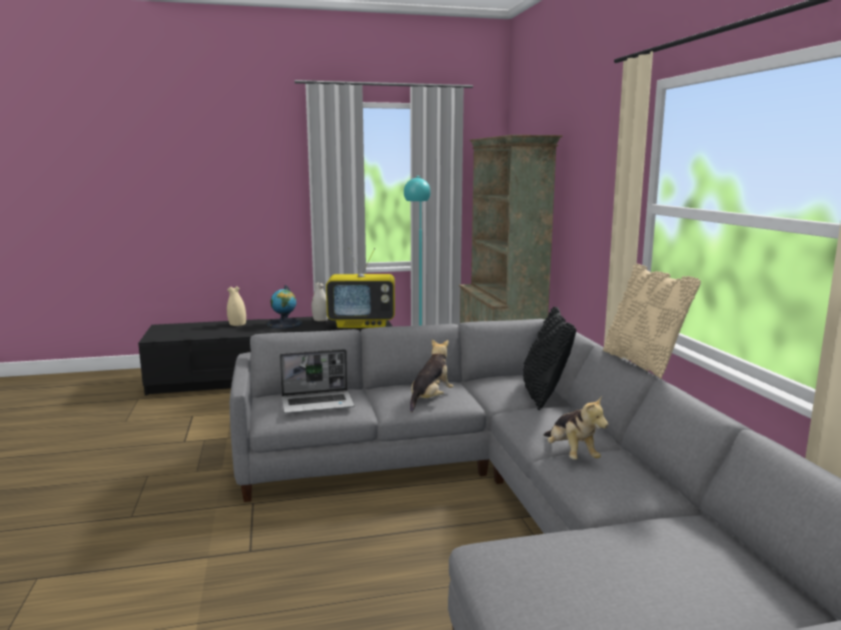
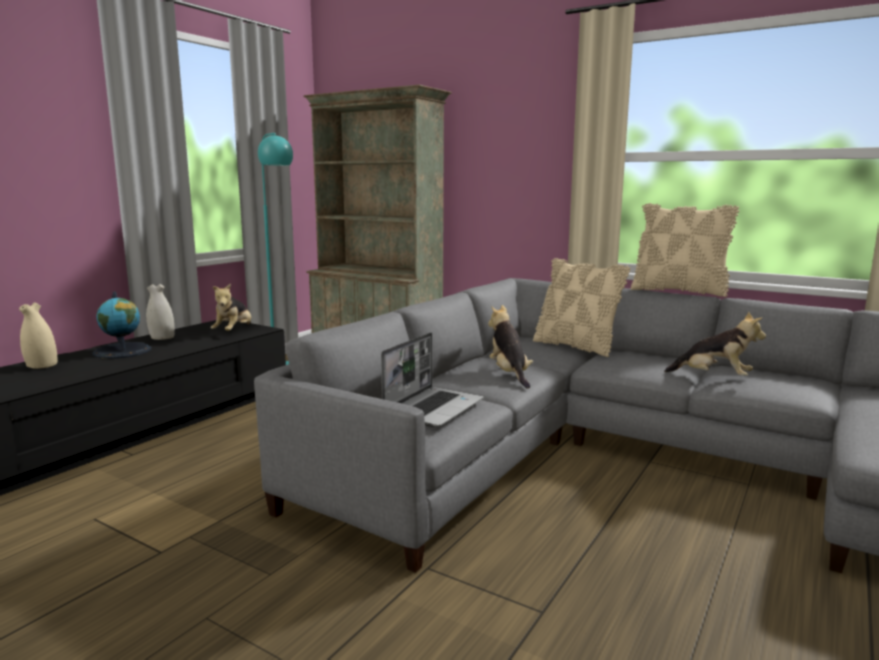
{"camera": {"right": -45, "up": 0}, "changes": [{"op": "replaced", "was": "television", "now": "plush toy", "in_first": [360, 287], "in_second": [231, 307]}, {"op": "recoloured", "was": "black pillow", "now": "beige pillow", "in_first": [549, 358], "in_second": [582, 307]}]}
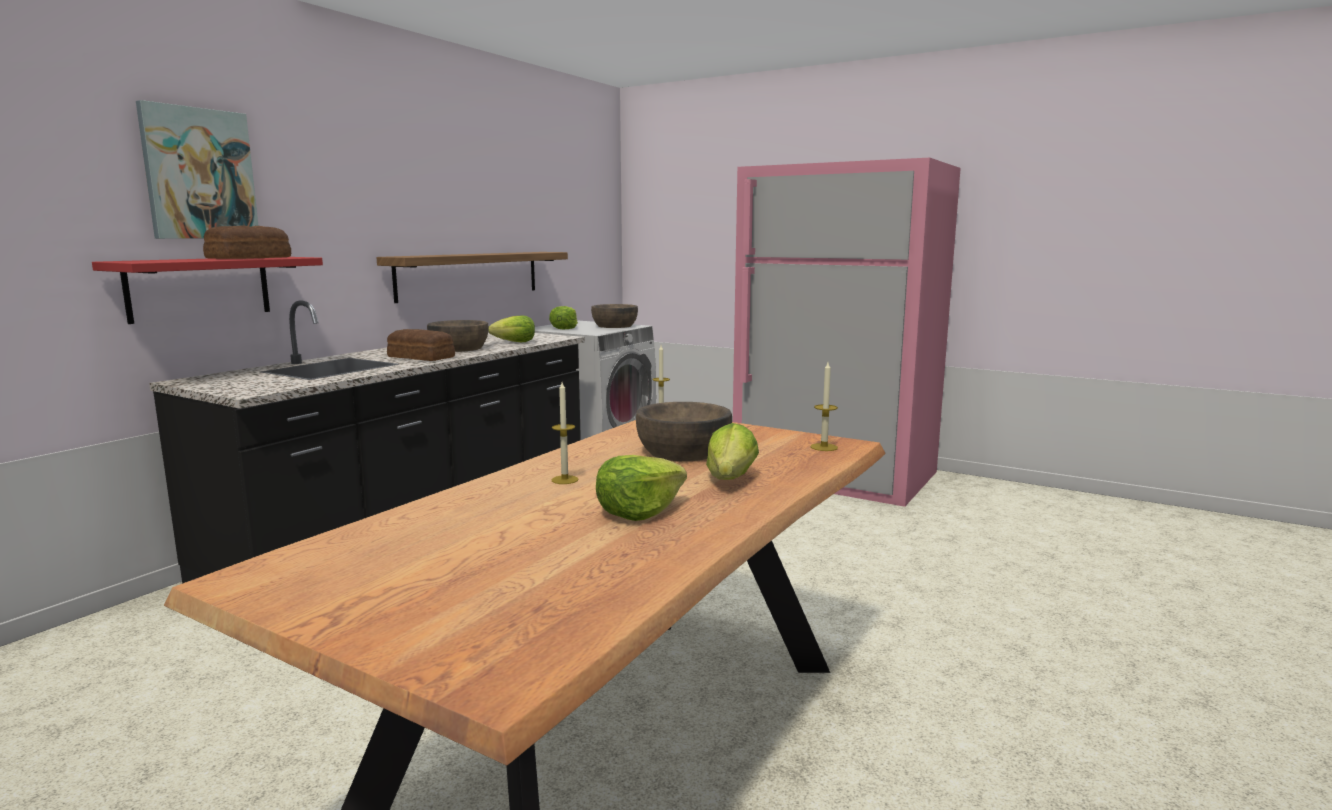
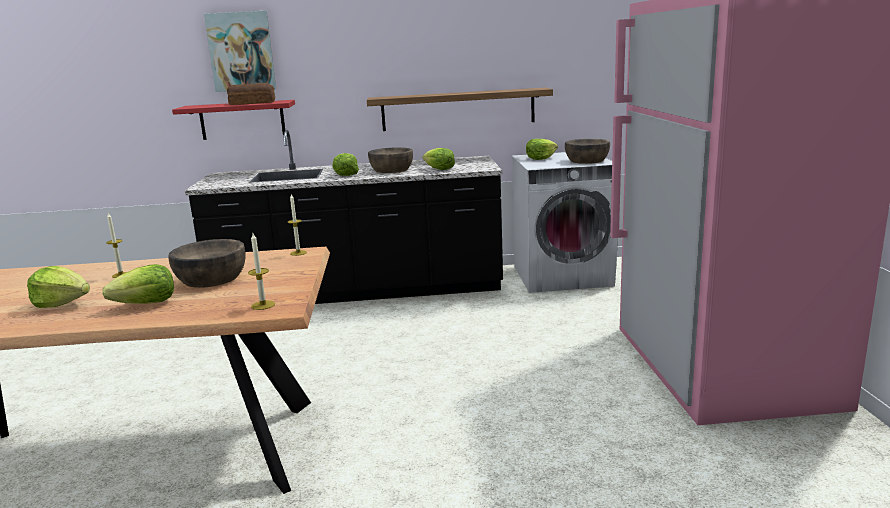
{"camera": {"right": 55, "up": 5}, "changes": [{"op": "replaced", "was": "bread", "now": "lettuce", "in_first": [421, 345], "in_second": [345, 164]}]}
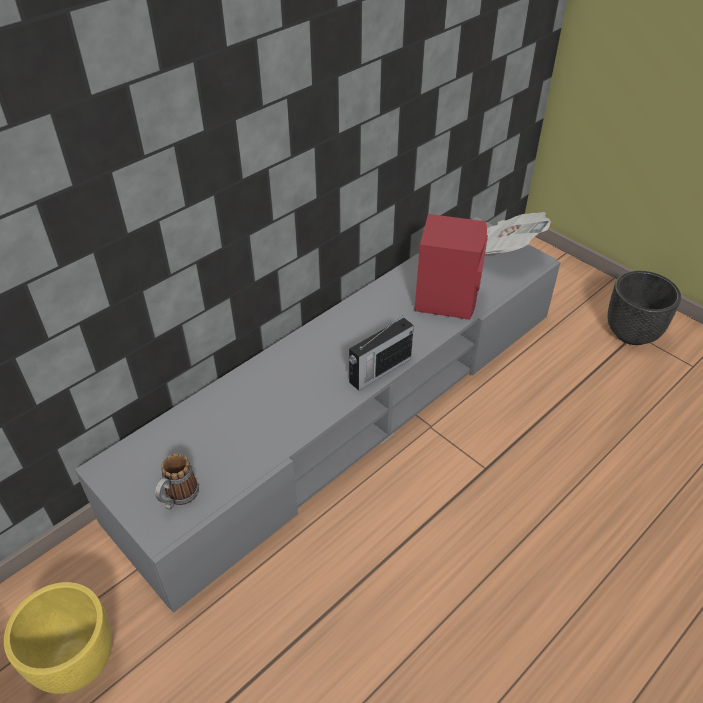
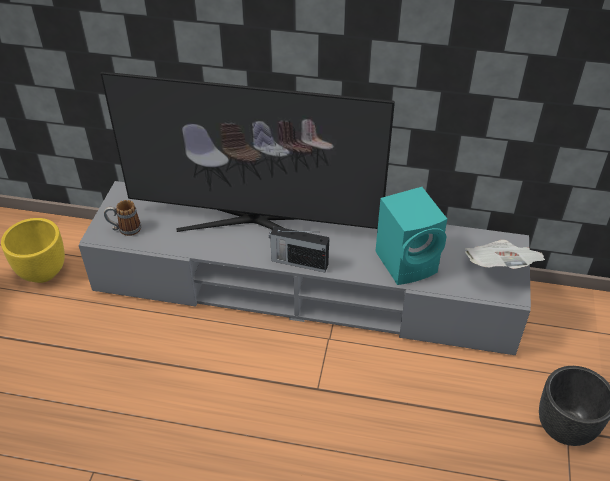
{"camera": {"right": 55, "up": 0}, "changes": [{"op": "recoloured", "was": "red speaker", "now": "turquoise speaker", "in_first": [451, 267], "in_second": [411, 236]}, {"op": "added", "now": "television", "in_second": [247, 152]}]}
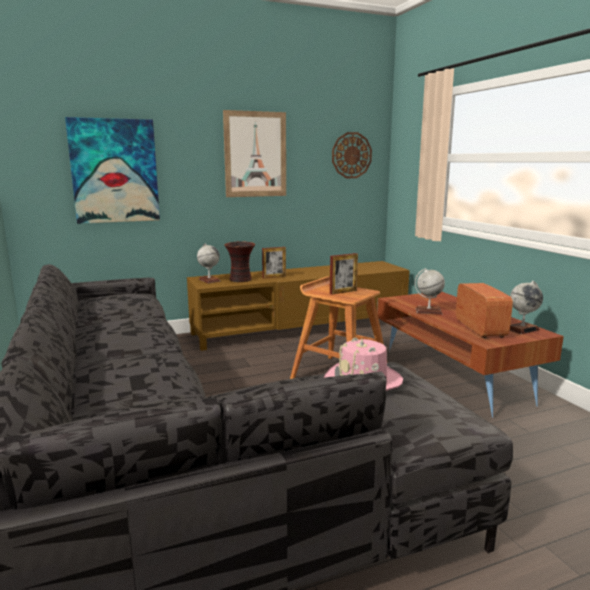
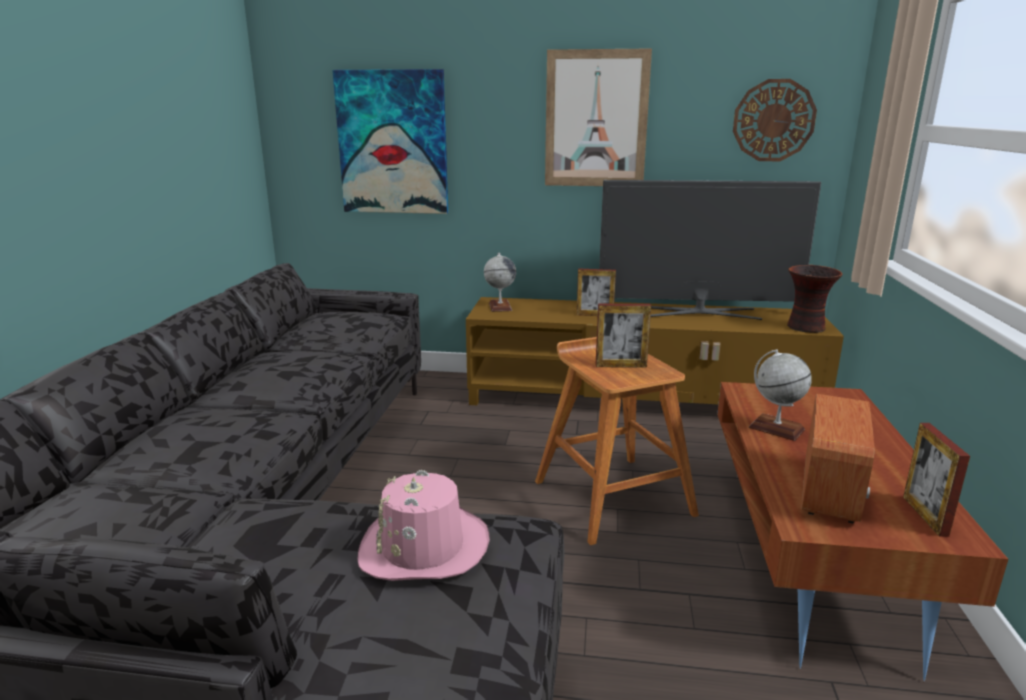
{"camera": {"right": 30, "up": 5}, "changes": [{"op": "moved", "was": "vase", "in_first": [239, 261], "in_second": [815, 299]}, {"op": "replaced", "was": "globe", "now": "picture frame", "in_first": [526, 307], "in_second": [936, 480]}, {"op": "added", "now": "television", "in_second": [710, 250]}]}
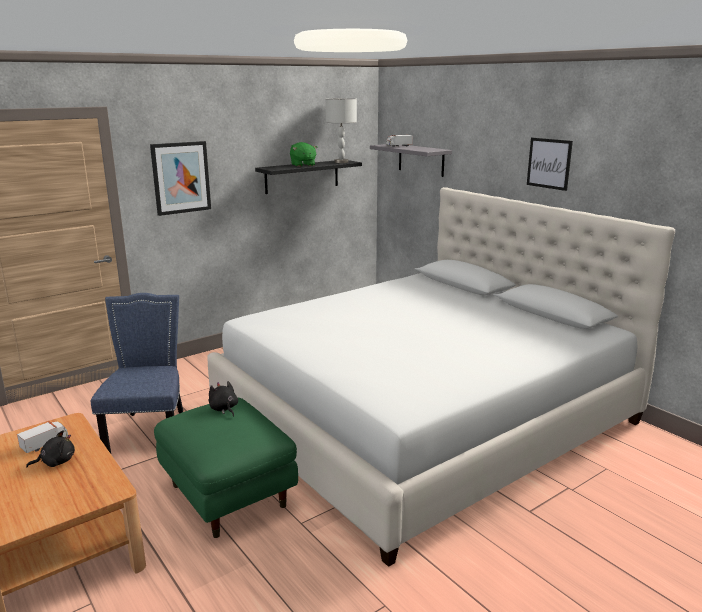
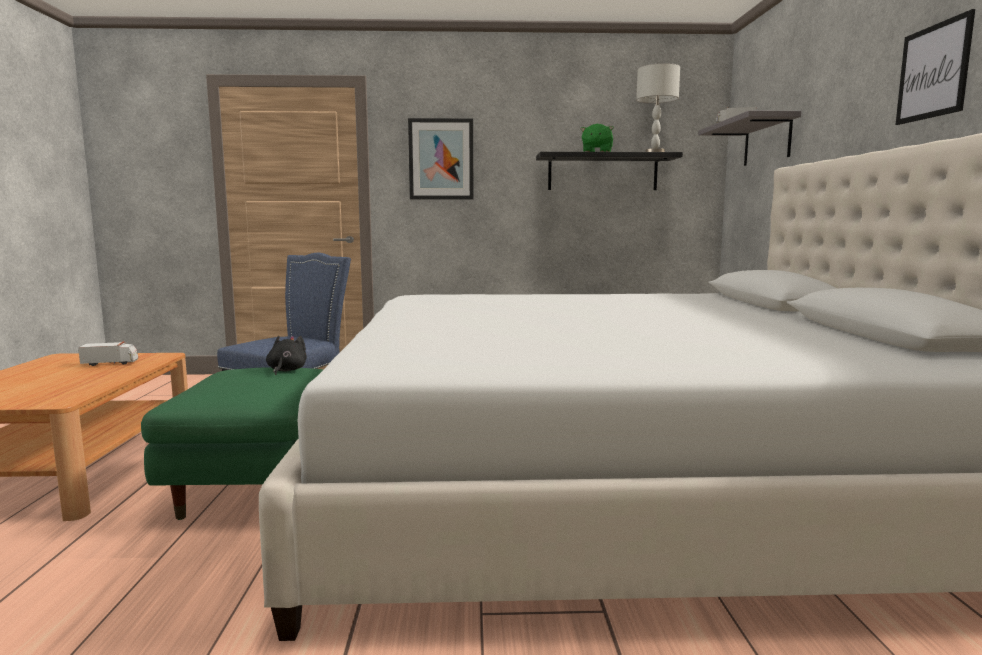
{"camera": {"right": 35, "up": -10}, "changes": [{"op": "removed", "was": "black plush toy", "in_first": [50, 448]}]}
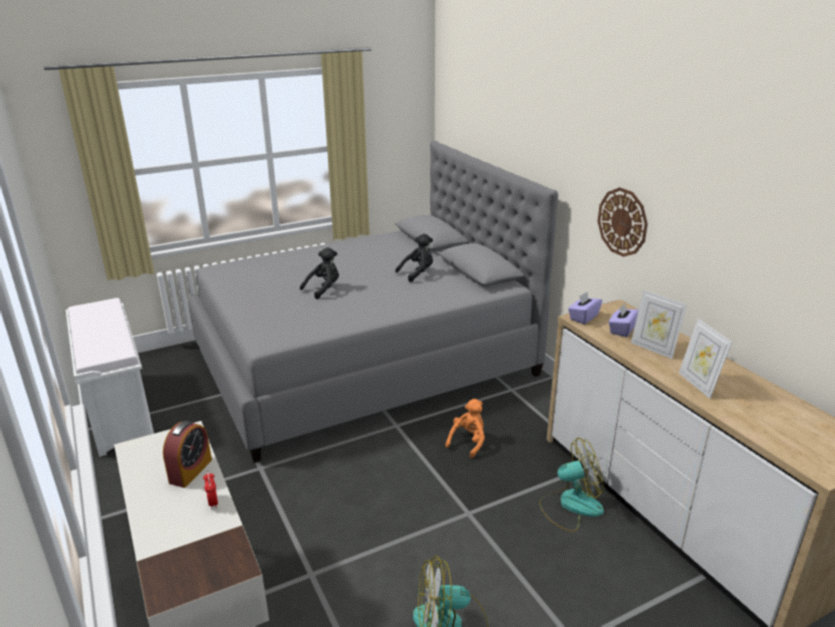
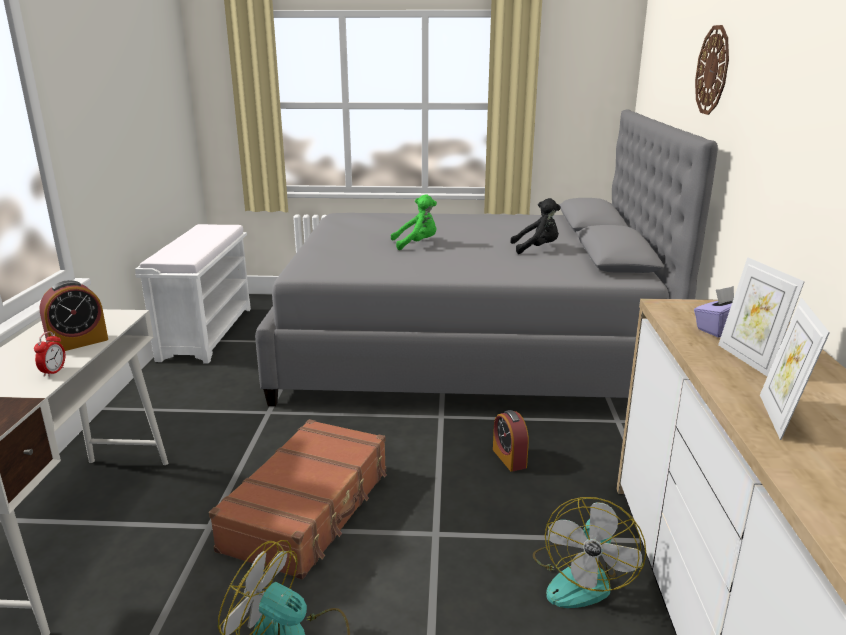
{"camera": {"right": 30, "up": -5}, "changes": [{"op": "moved", "was": "wall clock", "in_first": [623, 222], "in_second": [712, 70]}, {"op": "recoloured", "was": "black plush toy", "now": "green plush toy", "in_first": [319, 273], "in_second": [414, 222]}, {"op": "removed", "was": "purple tissue box", "in_first": [585, 308]}, {"op": "replaced", "was": "orange plush toy", "now": "alarm clock", "in_first": [465, 428], "in_second": [511, 441]}, {"op": "turned", "was": "fan", "in_first": [571, 485], "in_second": [589, 552], "clockwise": 90}, {"op": "added", "now": "brown suitcase", "in_second": [298, 499]}]}
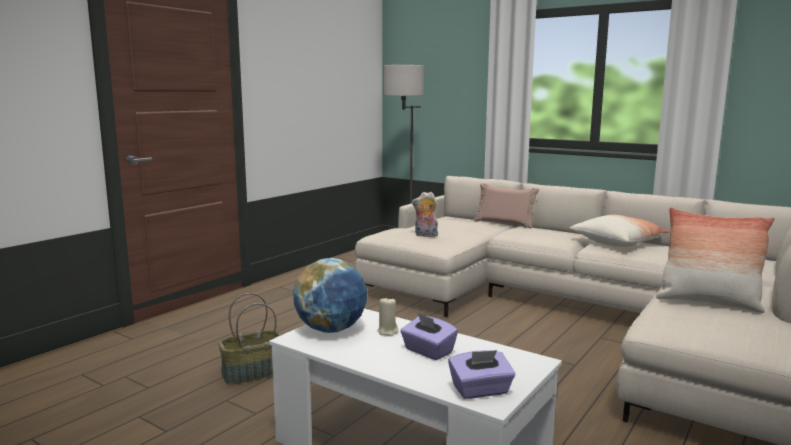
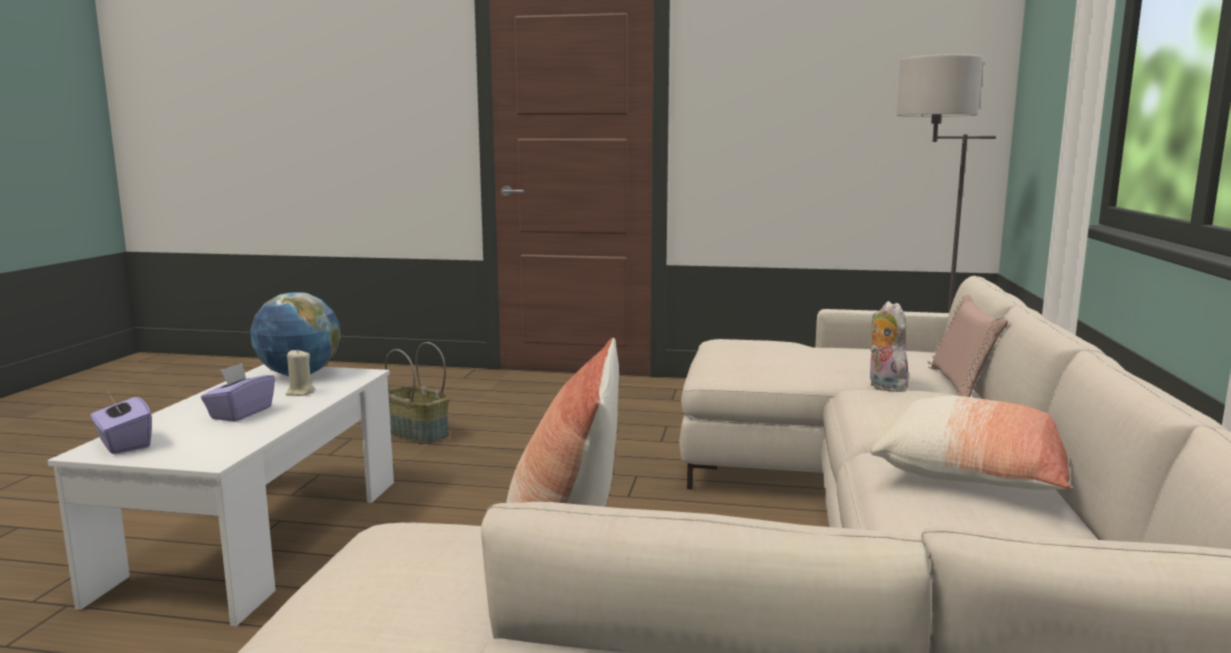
{"camera": {"right": 65, "up": 0}, "changes": [{"op": "moved", "was": "plush toy", "in_first": [425, 214], "in_second": [890, 346]}]}
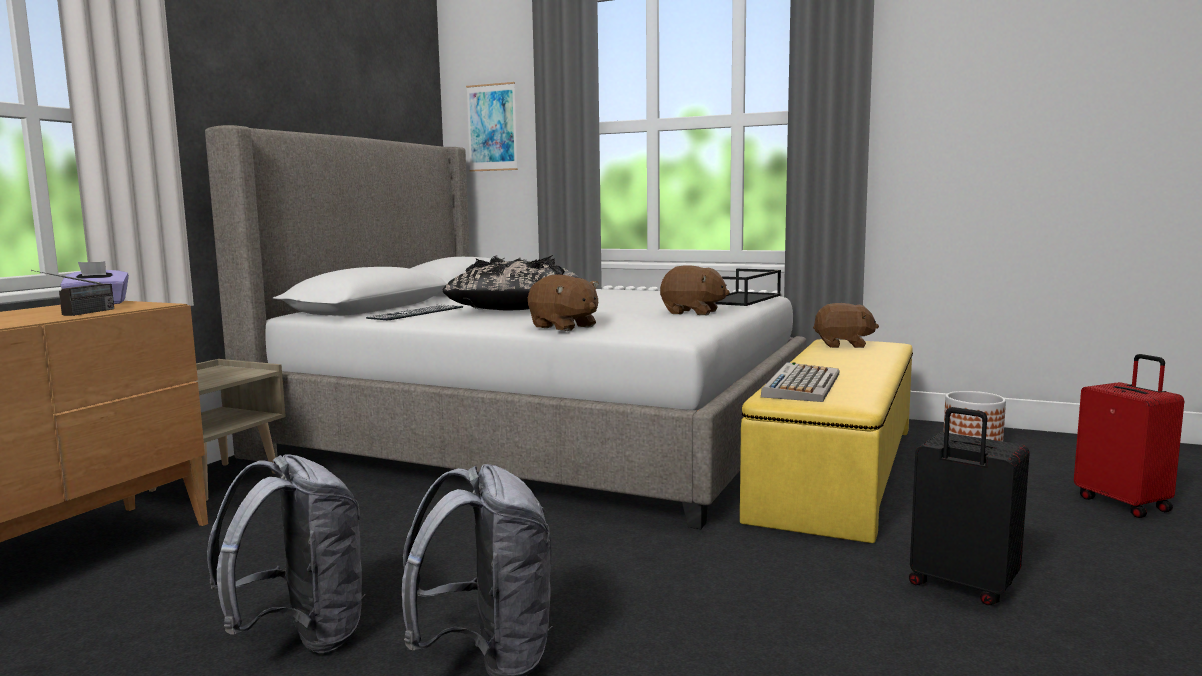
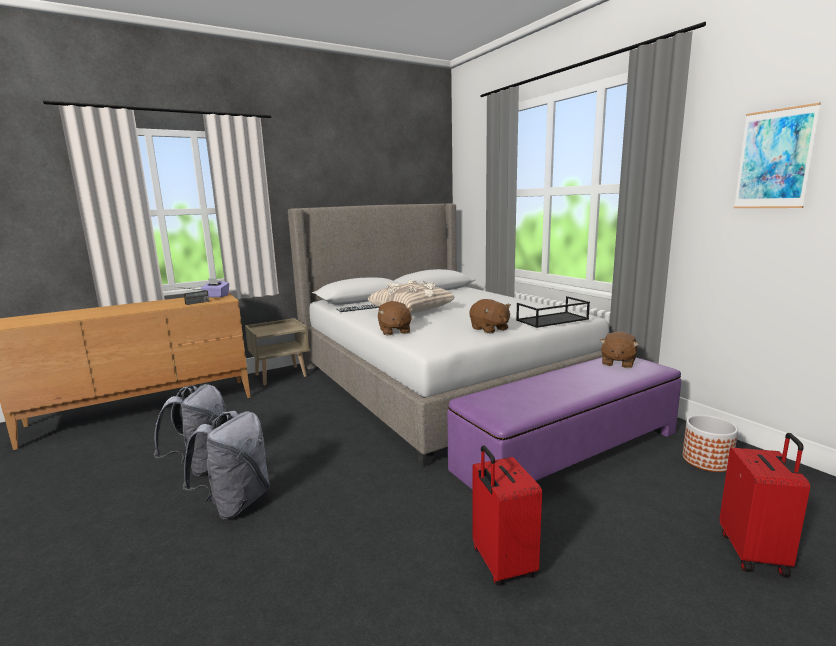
{"camera": {"right": 35, "up": 5}, "changes": [{"op": "moved", "was": "picture", "in_first": [492, 127], "in_second": [777, 155]}, {"op": "recoloured", "was": "black pillow", "now": "beige pillow", "in_first": [510, 283], "in_second": [411, 296]}, {"op": "turned", "was": "brown plush toy", "in_first": [846, 325], "in_second": [619, 349], "clockwise": 75}, {"op": "recoloured", "was": "yellow bench", "now": "purple bench", "in_first": [826, 441], "in_second": [564, 423]}, {"op": "removed", "was": "keyboard", "in_first": [800, 382]}, {"op": "recoloured", "was": "black suitcase", "now": "red suitcase", "in_first": [969, 506], "in_second": [507, 515]}]}
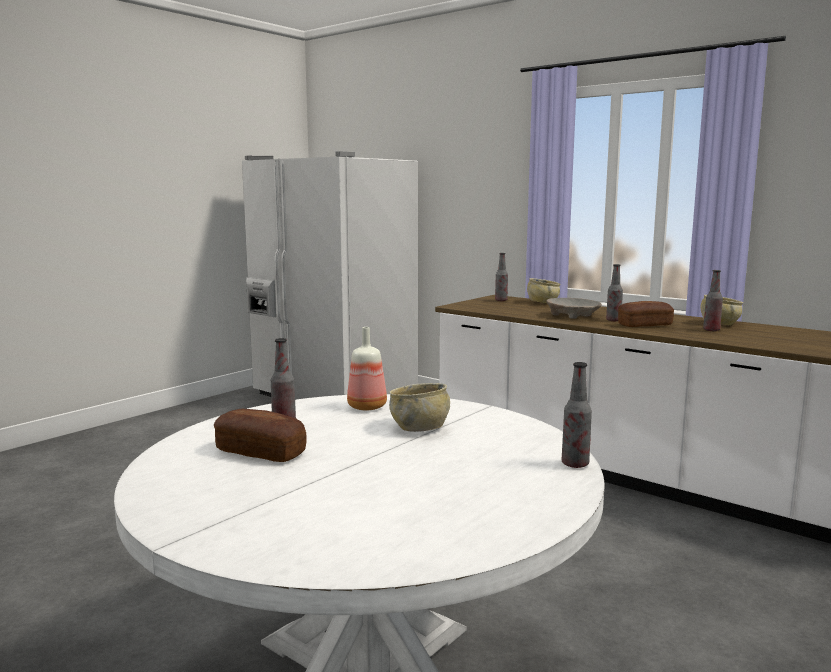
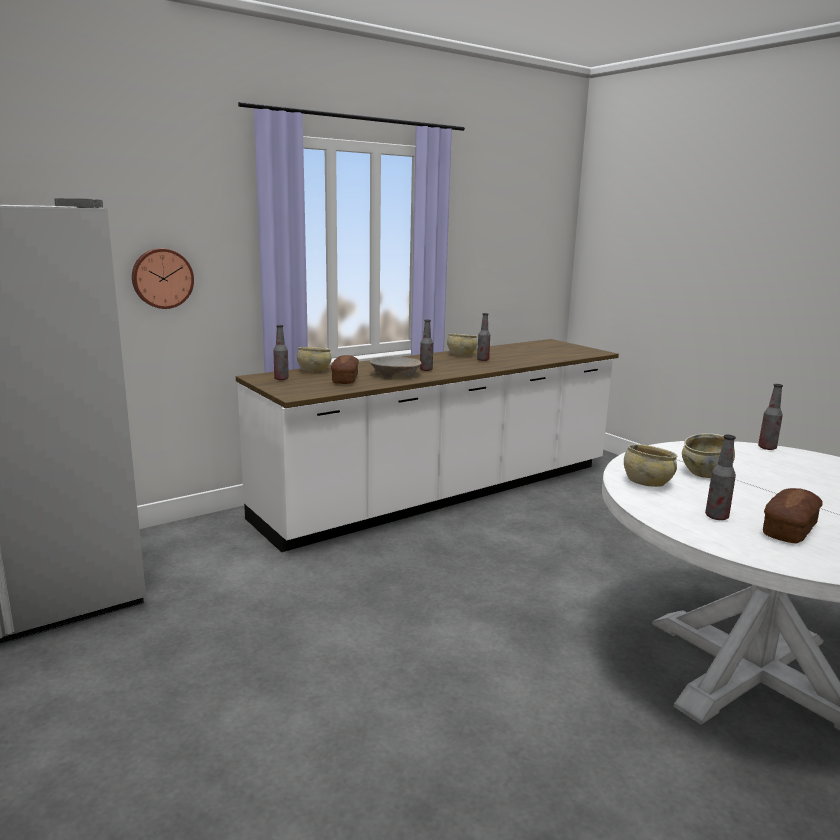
{"camera": {"right": -75, "up": 5}, "changes": [{"op": "moved", "was": "bread", "in_first": [646, 314], "in_second": [345, 369]}, {"op": "replaced", "was": "bottle", "now": "beige bowl", "in_first": [367, 368], "in_second": [651, 465]}, {"op": "added", "now": "wall clock", "in_second": [163, 278]}]}
